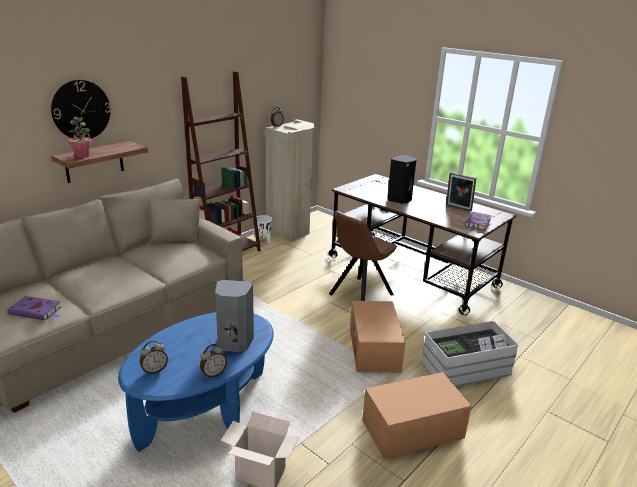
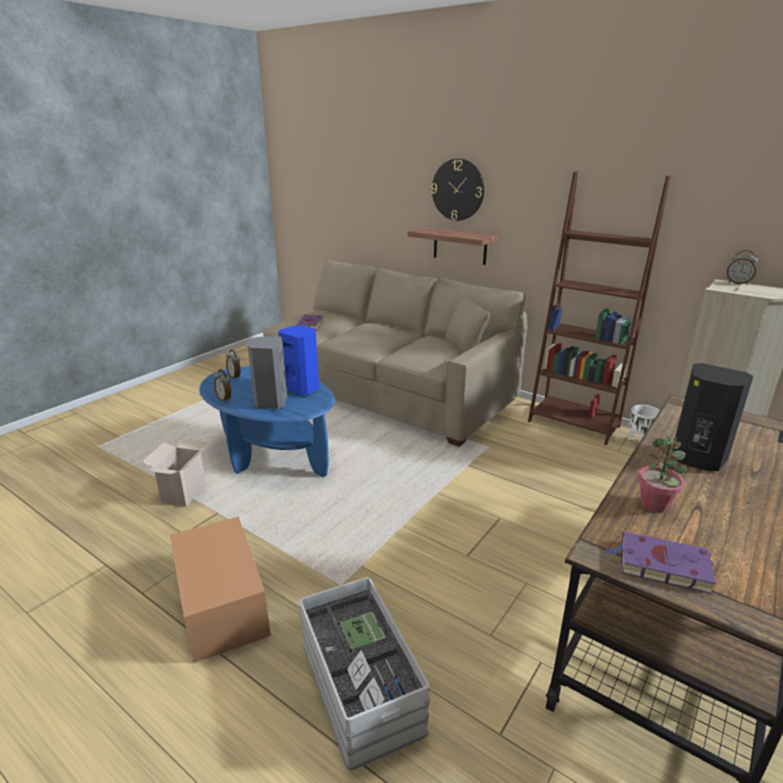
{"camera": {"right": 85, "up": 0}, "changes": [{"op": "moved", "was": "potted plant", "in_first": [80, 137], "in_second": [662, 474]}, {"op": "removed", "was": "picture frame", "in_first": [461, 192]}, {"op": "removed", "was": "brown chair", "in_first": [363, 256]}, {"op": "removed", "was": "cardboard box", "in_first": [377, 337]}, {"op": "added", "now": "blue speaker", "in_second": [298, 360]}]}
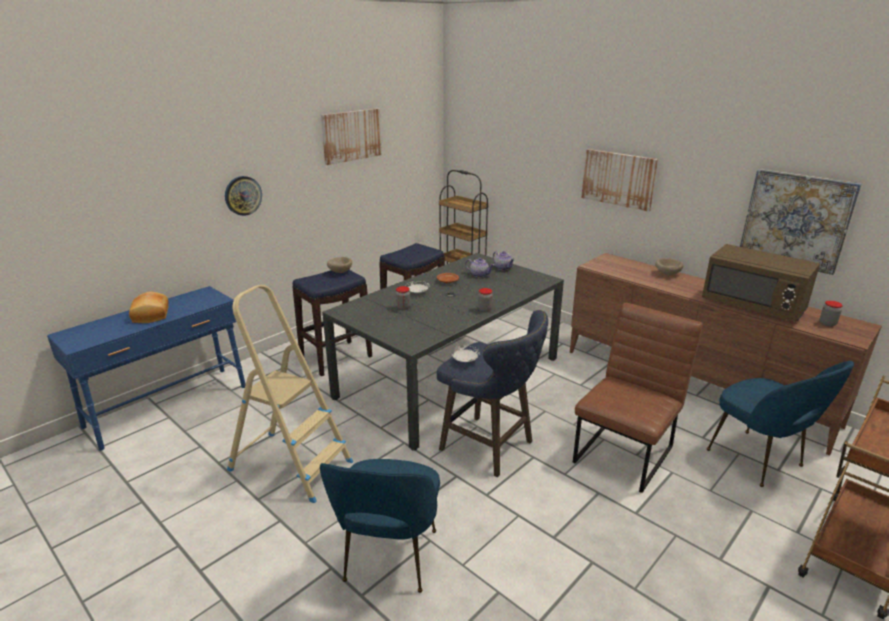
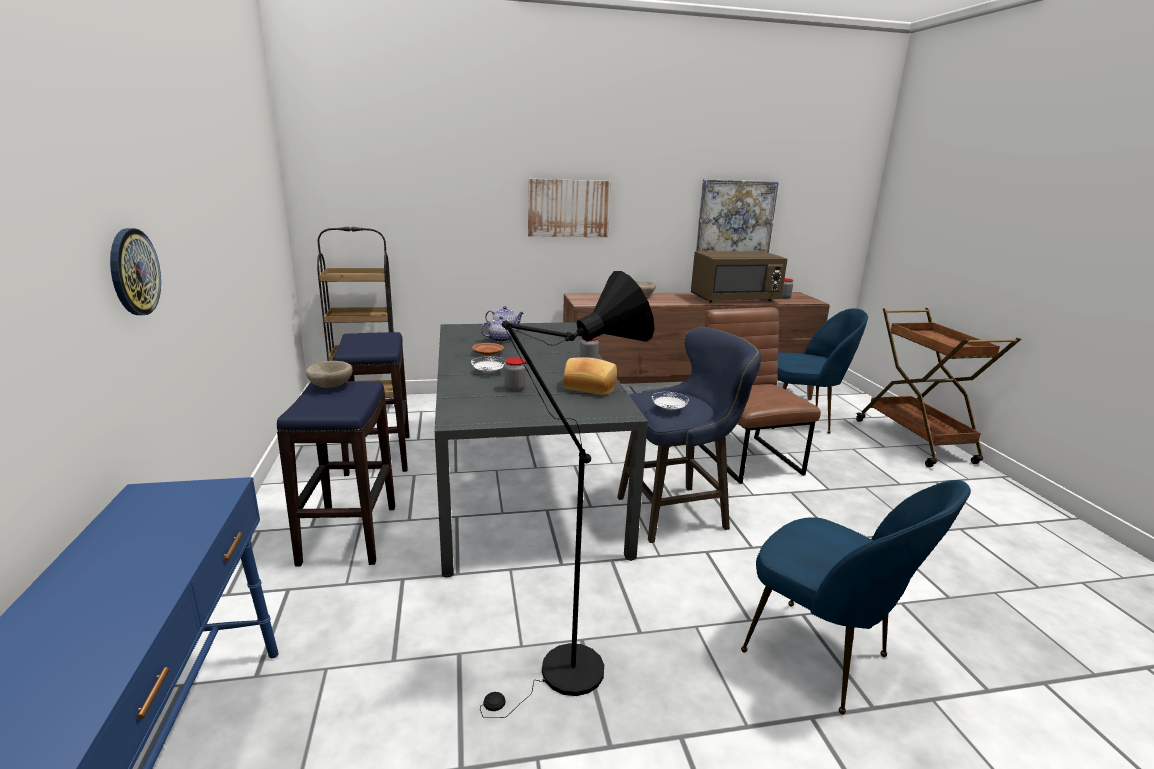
{"camera": {"right": -55, "up": -5}, "changes": [{"op": "removed", "was": "picture", "in_first": [351, 136]}, {"op": "replaced", "was": "beige step ladder", "now": "black floor lamp", "in_first": [290, 394], "in_second": [567, 494]}, {"op": "moved", "was": "bread", "in_first": [149, 307], "in_second": [590, 376]}]}
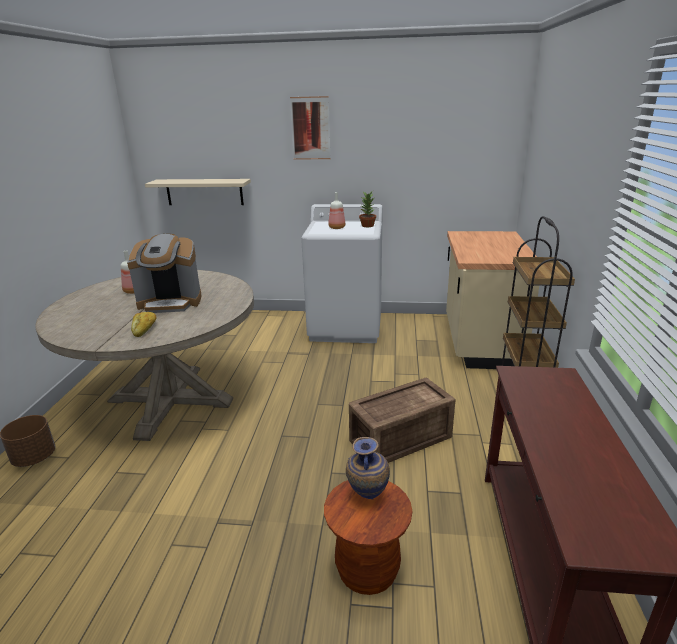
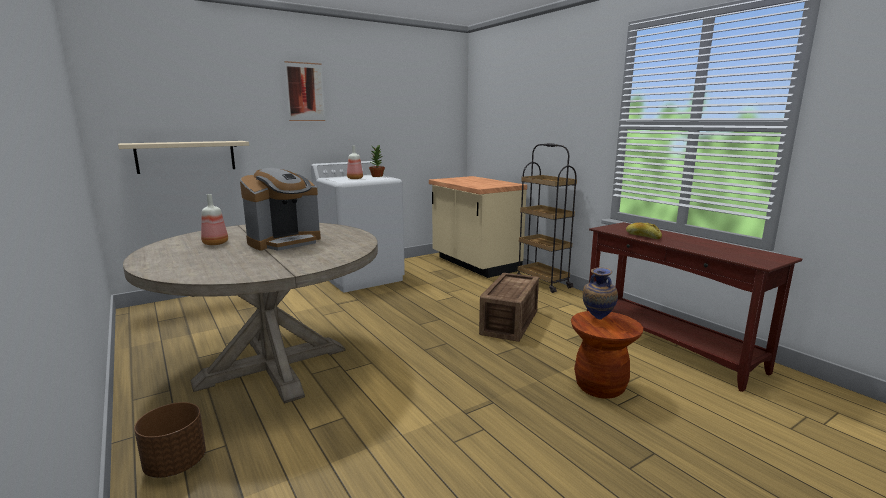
{"camera": {"right": -40, "up": -10}, "changes": [{"op": "moved", "was": "bread", "in_first": [143, 324], "in_second": [644, 231]}]}
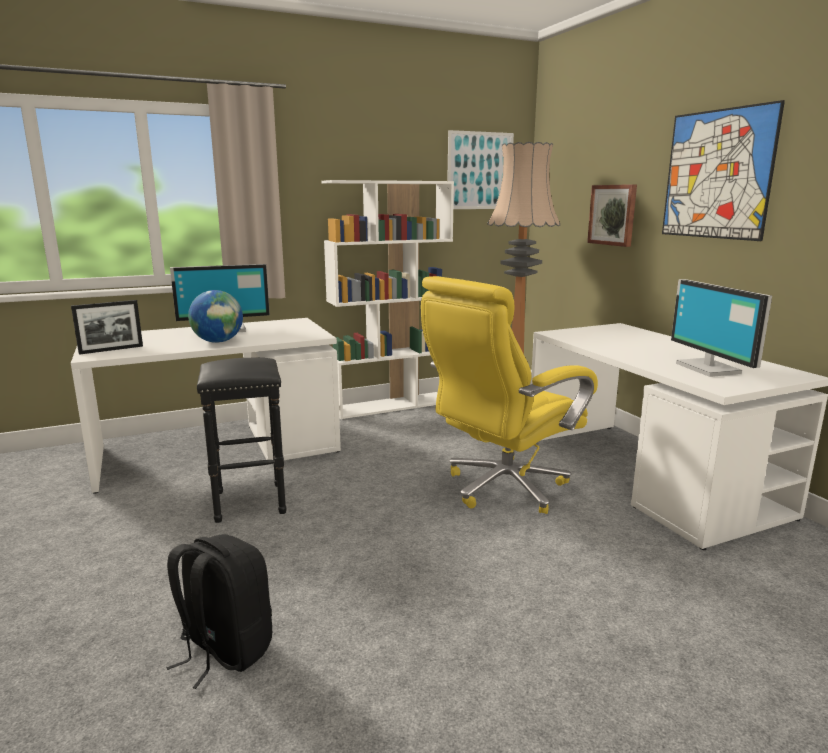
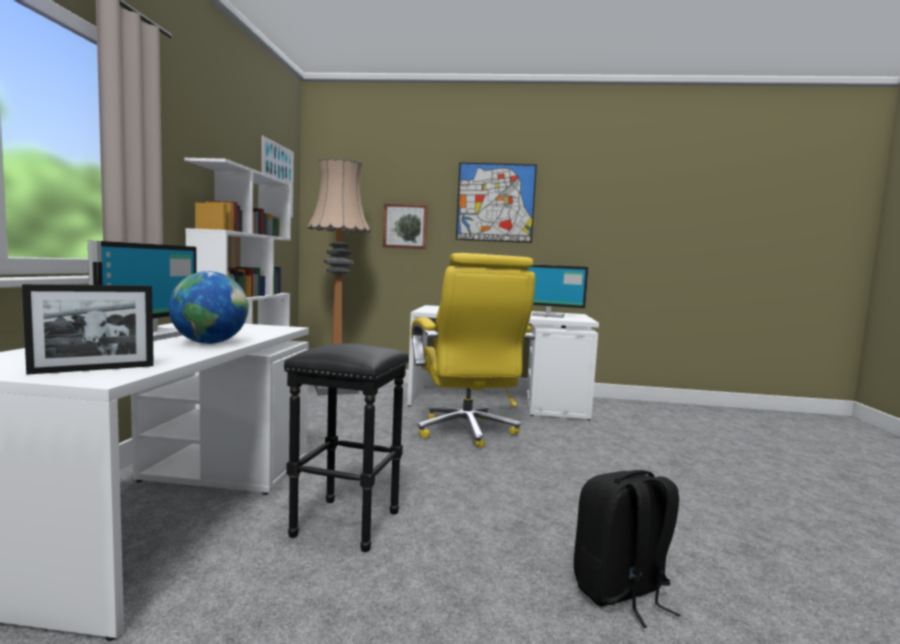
{"camera": {"right": -60, "up": -10}, "changes": [{"op": "turned", "was": "picture frame", "in_first": [107, 327], "in_second": [88, 329], "clockwise": 60}]}
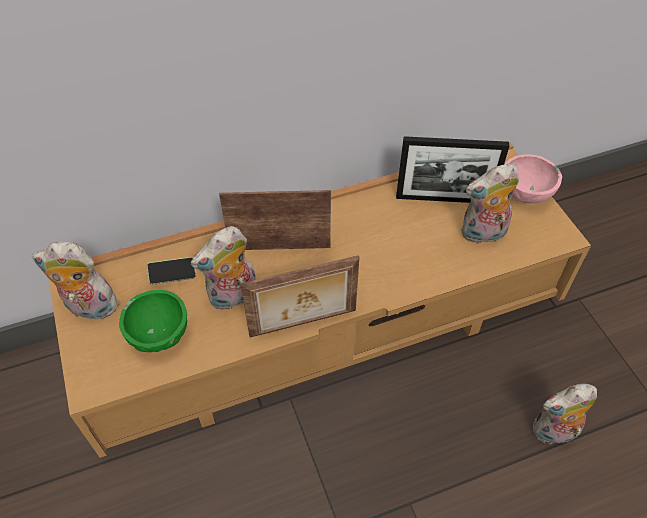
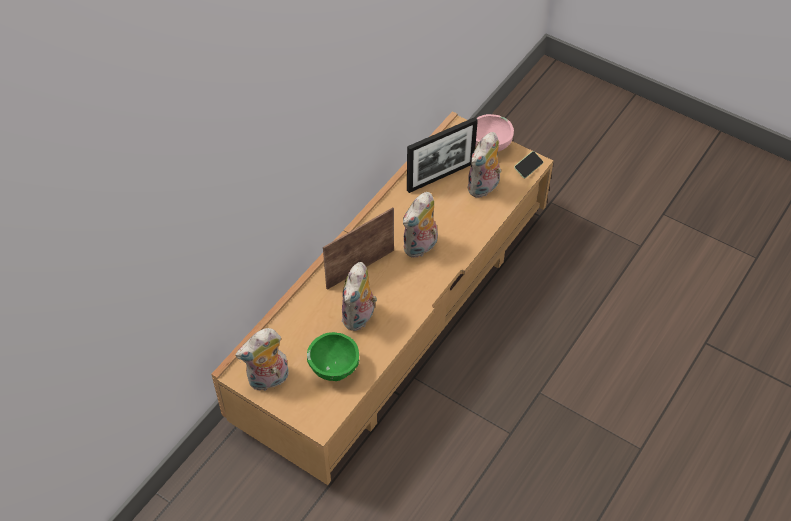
{"camera": {"right": -35, "up": 0}, "changes": [{"op": "removed", "was": "picture frame", "in_first": [300, 296]}, {"op": "moved", "was": "phone", "in_first": [171, 271], "in_second": [528, 165]}, {"op": "moved", "was": "plush toy", "in_first": [565, 414], "in_second": [420, 225]}]}
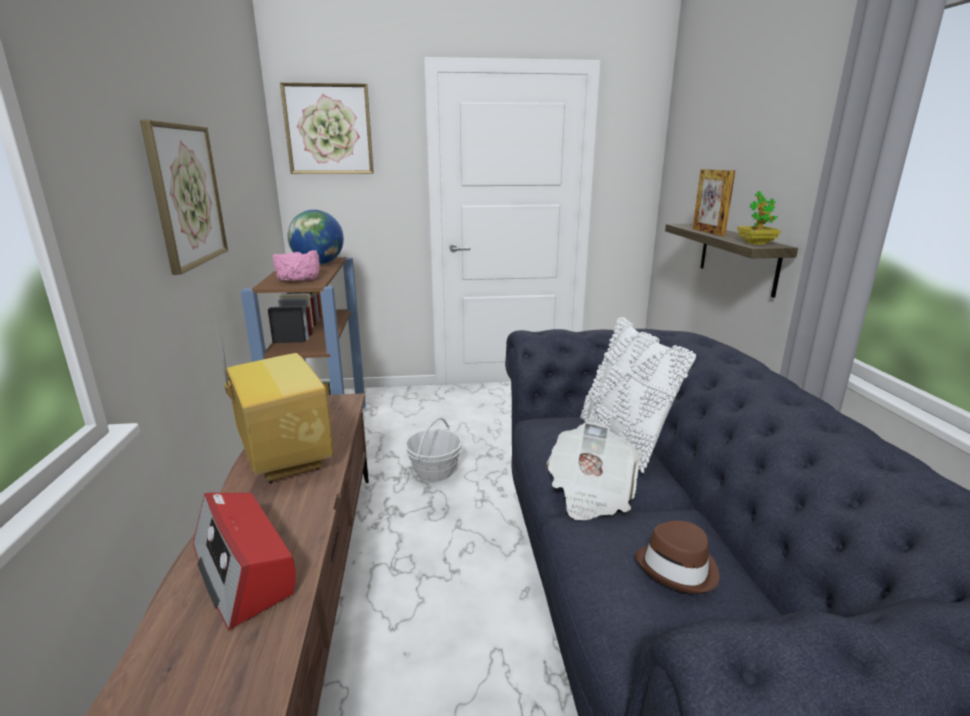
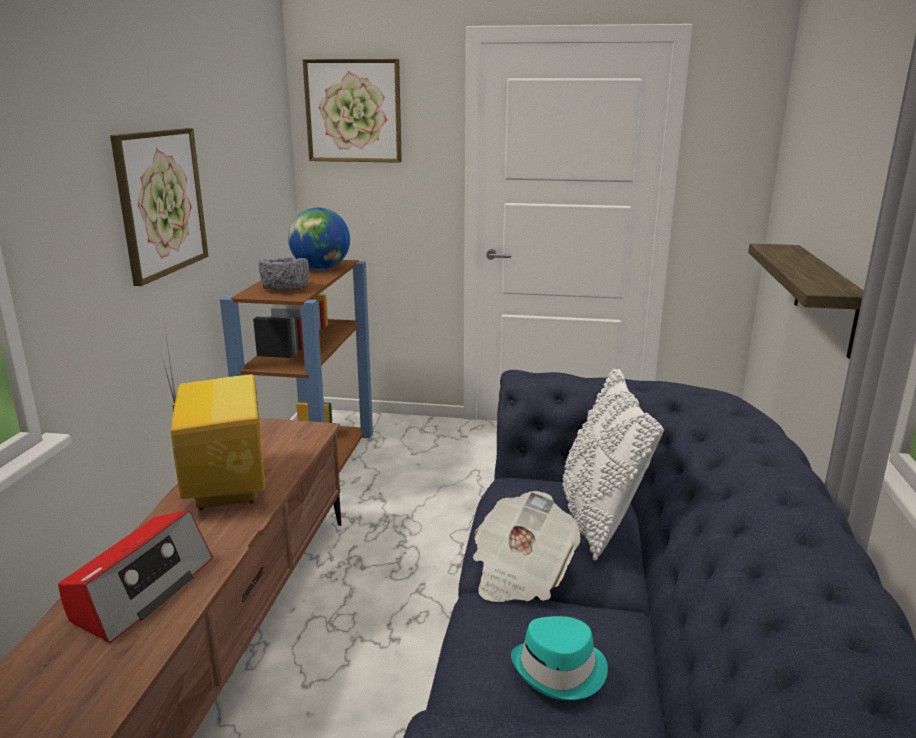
{"camera": {"right": 15, "up": 0}, "changes": [{"op": "removed", "was": "picture frame", "in_first": [714, 202]}, {"op": "removed", "was": "potted plant", "in_first": [759, 217]}, {"op": "recoloured", "was": "pink bowl", "now": "grey bowl", "in_first": [296, 265], "in_second": [284, 274]}, {"op": "removed", "was": "basket", "in_first": [433, 449]}, {"op": "turned", "was": "radio", "in_first": [244, 562], "in_second": [135, 576], "clockwise": -135}, {"op": "recoloured", "was": "brown hat", "now": "turquoise hat", "in_first": [677, 557], "in_second": [559, 658]}]}
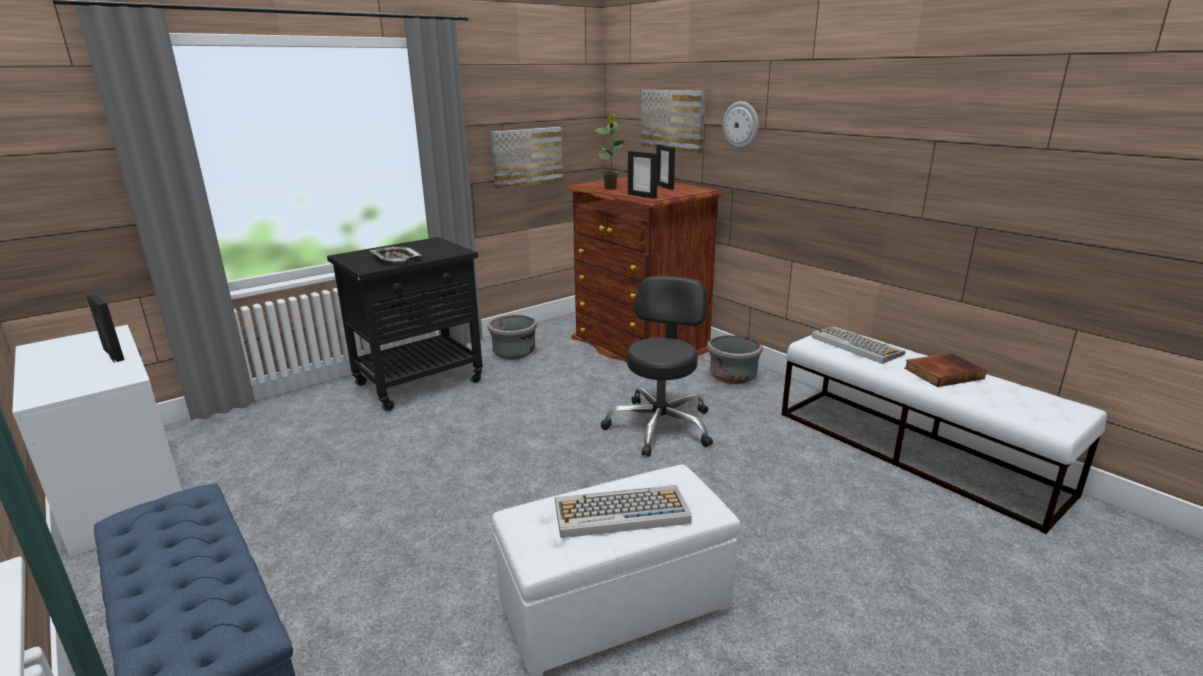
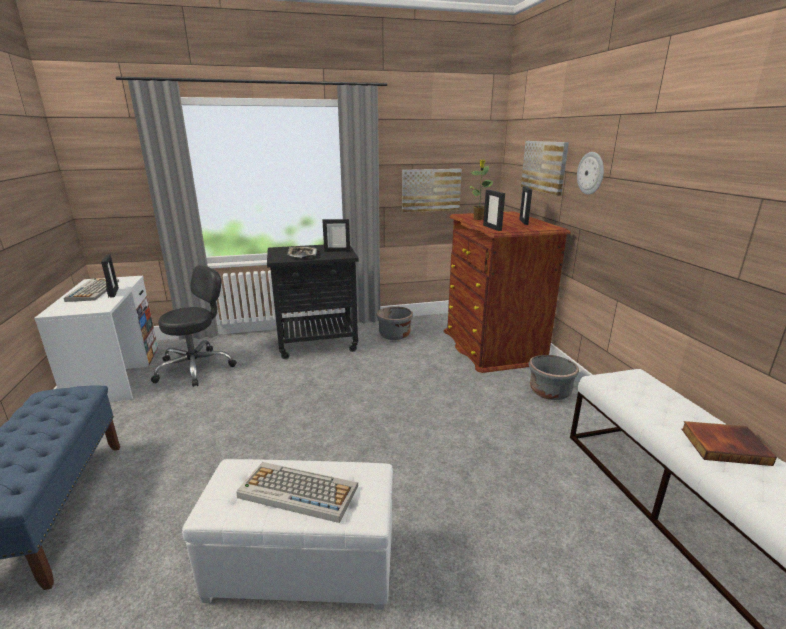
{"camera": {"right": 25, "up": 0}, "changes": [{"op": "moved", "was": "black office chair", "in_first": [657, 366], "in_second": [194, 326]}, {"op": "moved", "was": "keyboard", "in_first": [858, 345], "in_second": [91, 290]}, {"op": "added", "now": "picture frame", "in_second": [336, 235]}]}
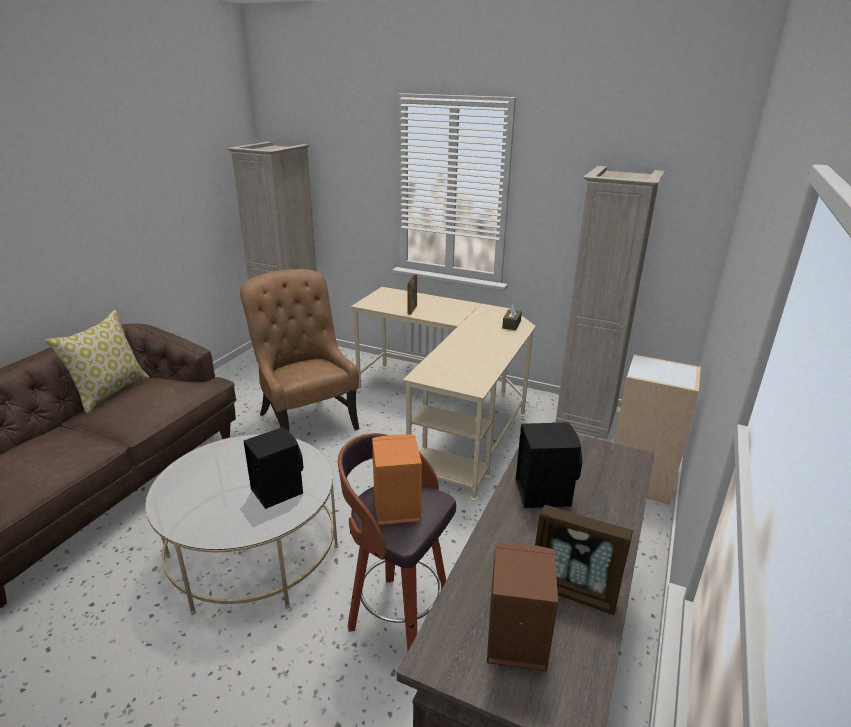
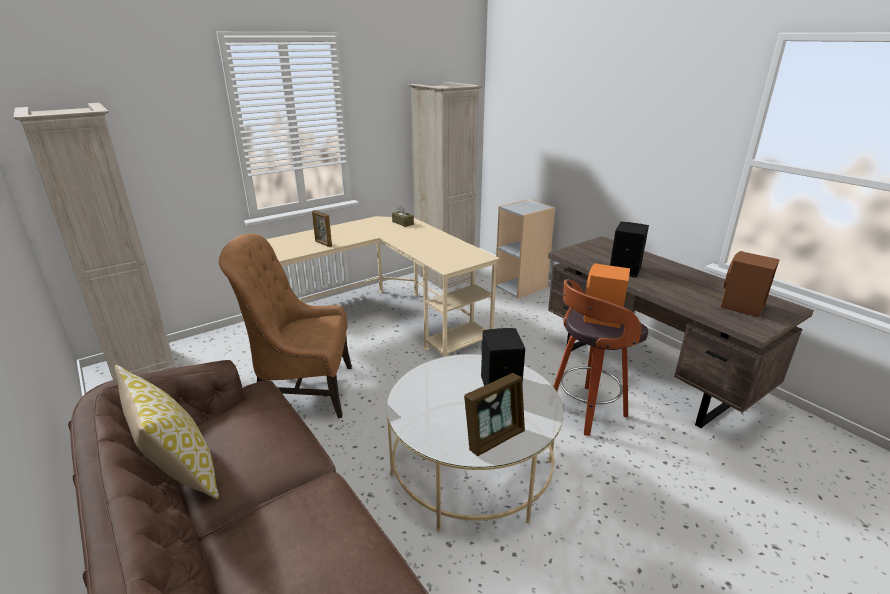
{"camera": {"right": -60, "up": 0}, "changes": [{"op": "moved", "was": "picture frame", "in_first": [584, 560], "in_second": [494, 414]}]}
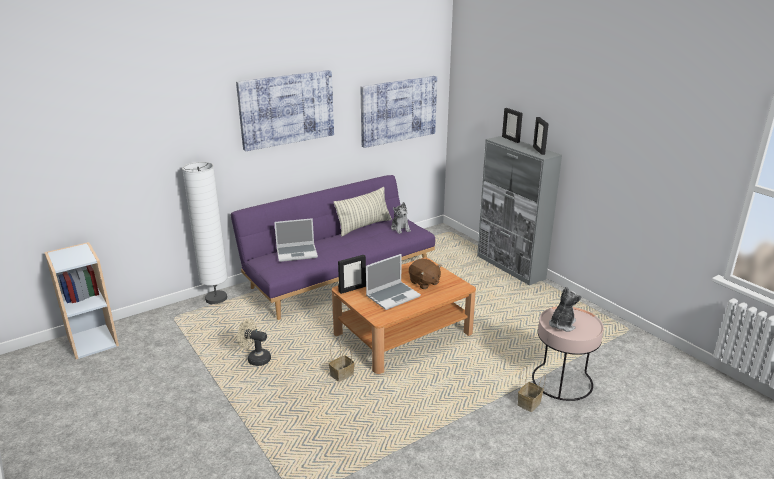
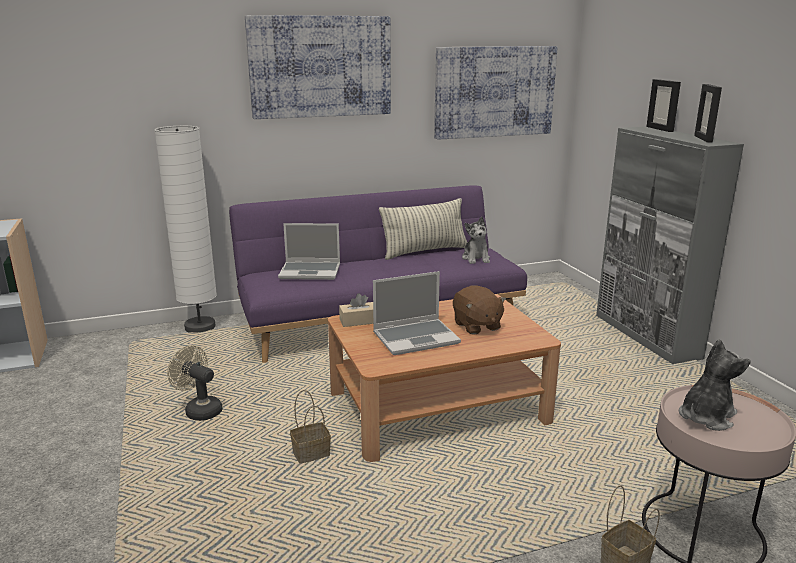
{"camera": {"right": 15, "up": -5}, "changes": [{"op": "replaced", "was": "picture frame", "now": "beige tissue box", "in_first": [352, 274], "in_second": [356, 310]}]}
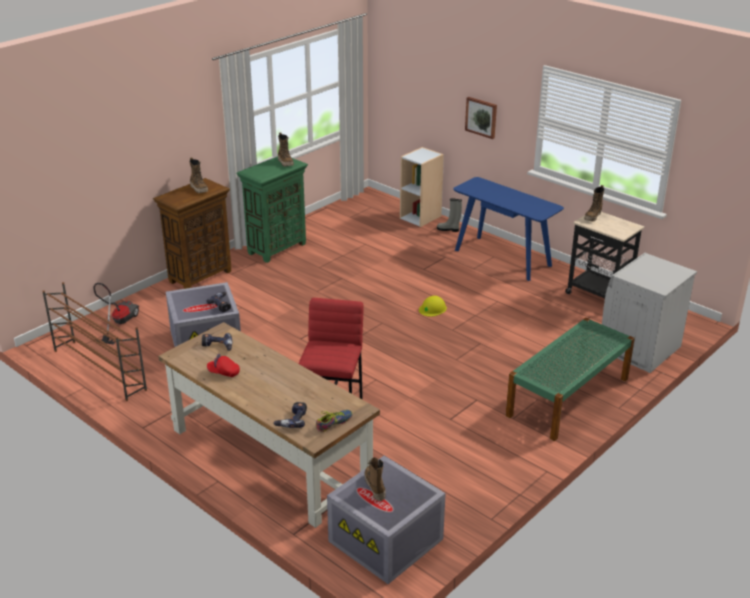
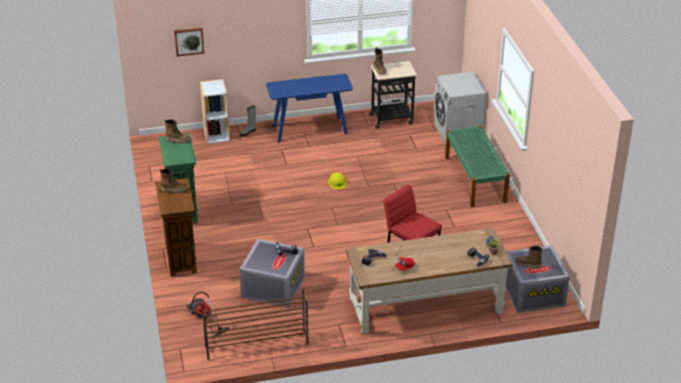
{"camera": {"right": -55, "up": 5}, "changes": [{"op": "moved", "was": "picture", "in_first": [481, 118], "in_second": [189, 42]}]}
